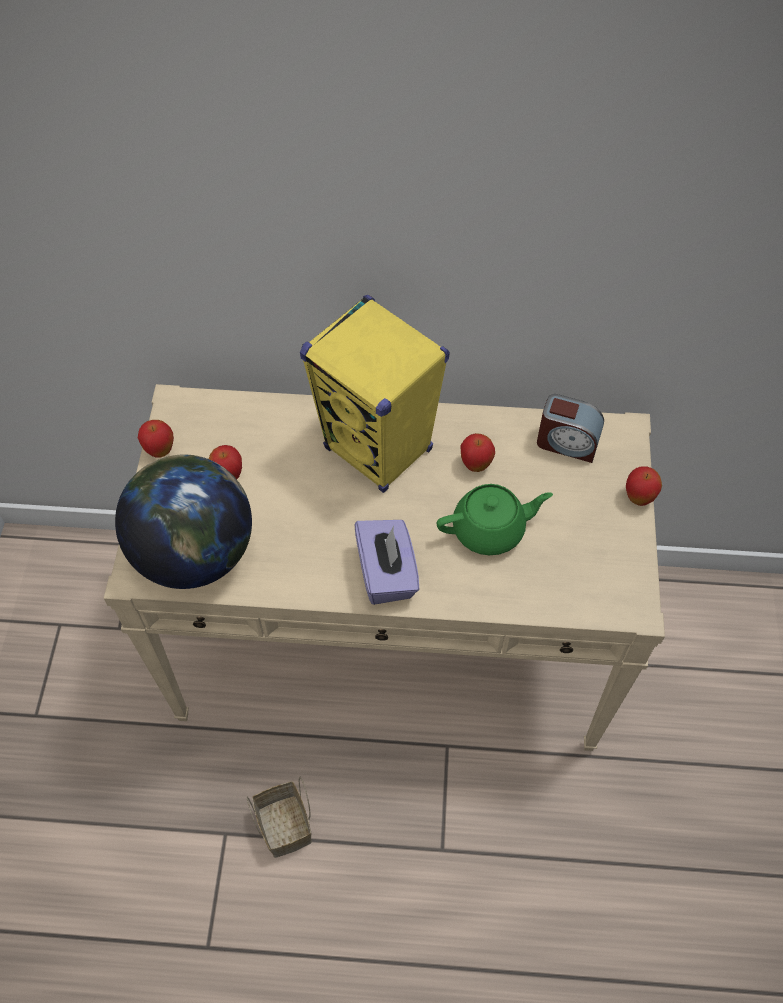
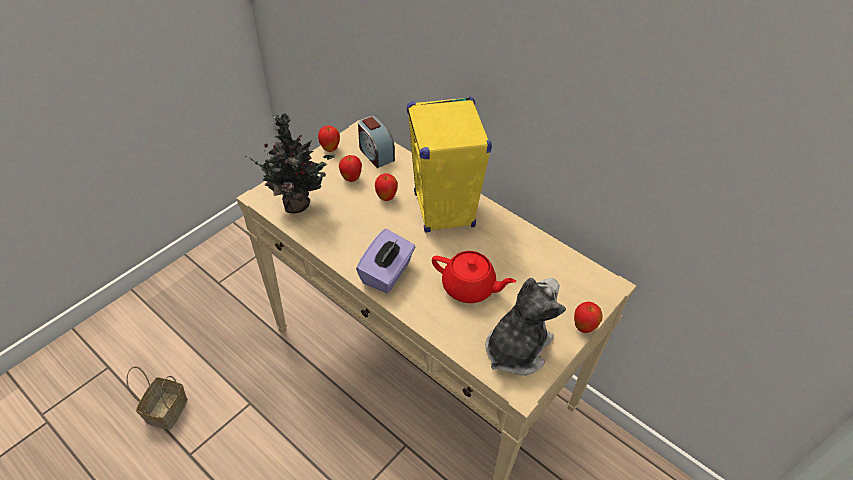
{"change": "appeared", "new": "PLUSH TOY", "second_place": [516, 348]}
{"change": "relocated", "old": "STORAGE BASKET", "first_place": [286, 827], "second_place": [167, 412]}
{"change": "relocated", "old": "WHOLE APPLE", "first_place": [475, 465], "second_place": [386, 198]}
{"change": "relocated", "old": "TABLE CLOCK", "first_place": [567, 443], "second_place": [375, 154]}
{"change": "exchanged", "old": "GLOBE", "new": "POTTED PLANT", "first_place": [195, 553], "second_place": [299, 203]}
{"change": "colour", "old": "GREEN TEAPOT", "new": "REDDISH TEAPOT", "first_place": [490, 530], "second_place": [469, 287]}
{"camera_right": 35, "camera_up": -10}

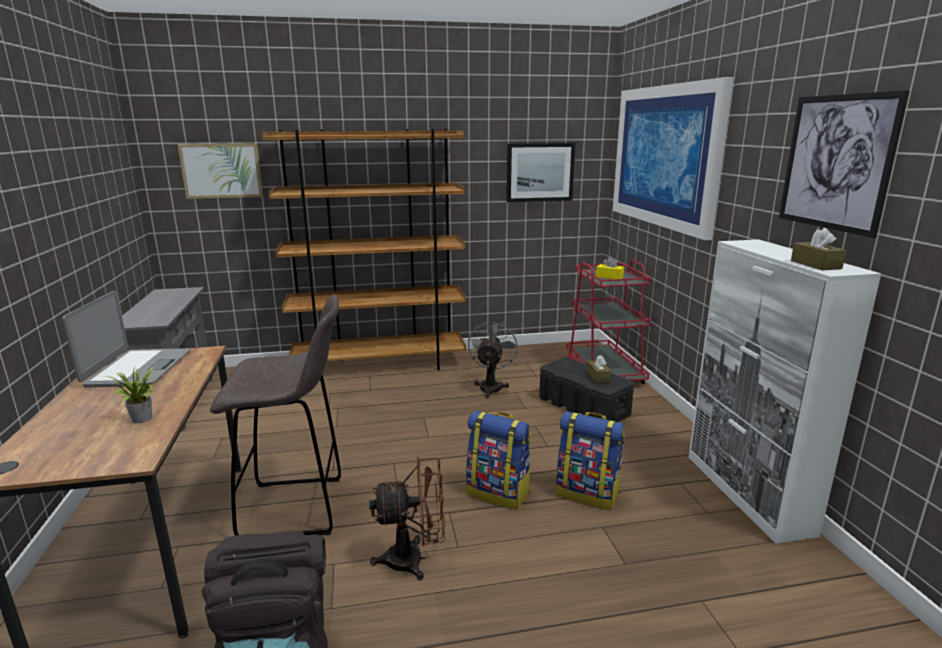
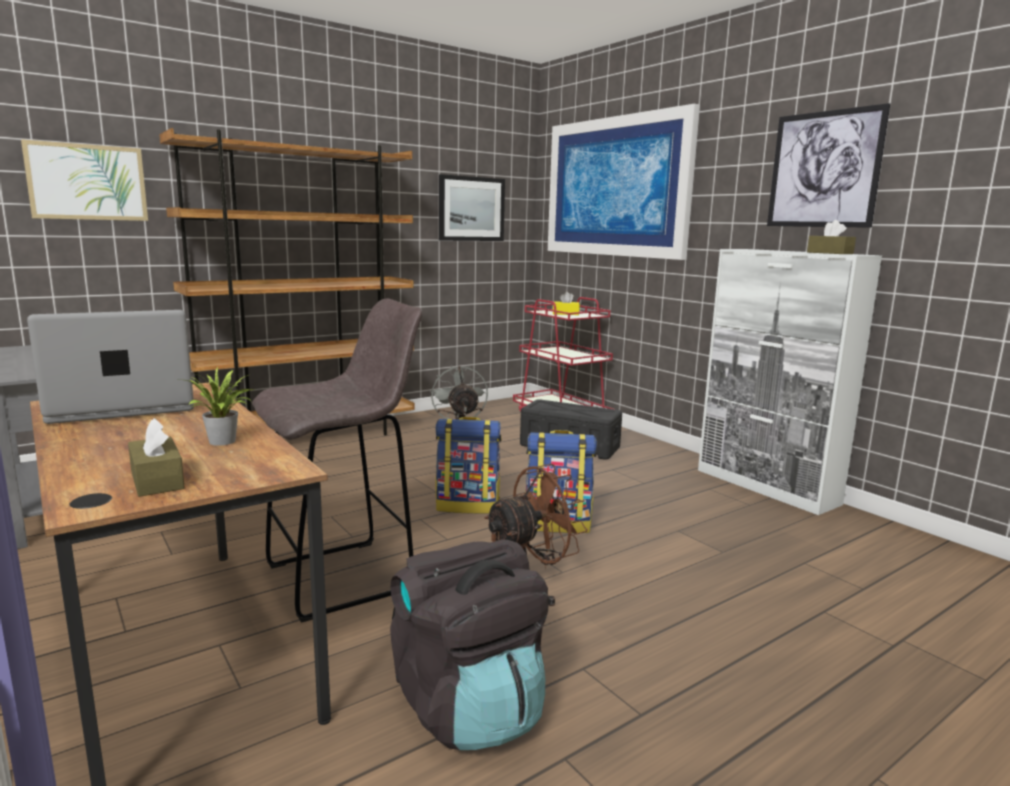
{"change": "relocated", "old": "RUCKSACK", "first_place": [588, 493], "second_place": [468, 505]}
{"change": "relocated", "old": "BROWN TISSUE HOLDER", "first_place": [598, 376], "second_place": [157, 480]}
{"change": "spun", "old": "NOTEBOOK COMPUTER", "first_place": [138, 369], "second_place": [123, 407], "degrees": -90}
{"camera_right": -25, "camera_up": -5}

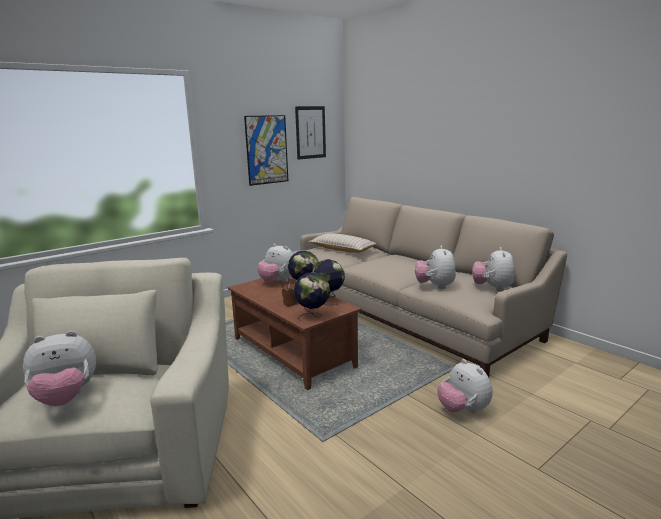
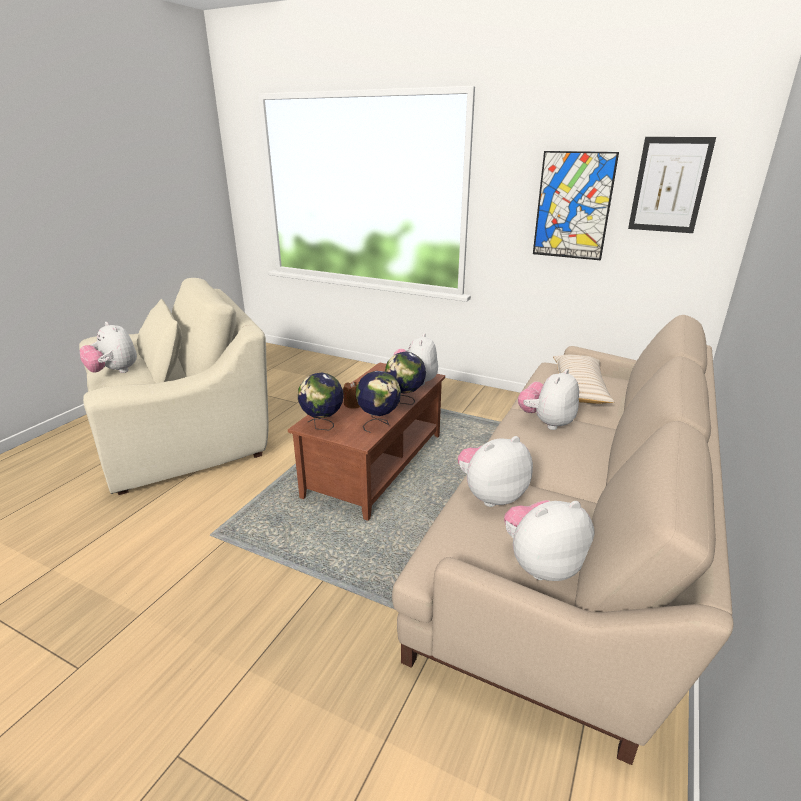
{"change": "relocated", "old": "PLUSH TOY", "first_place": [463, 410], "second_place": [546, 423]}
{"camera_right": 65, "camera_up": 10}

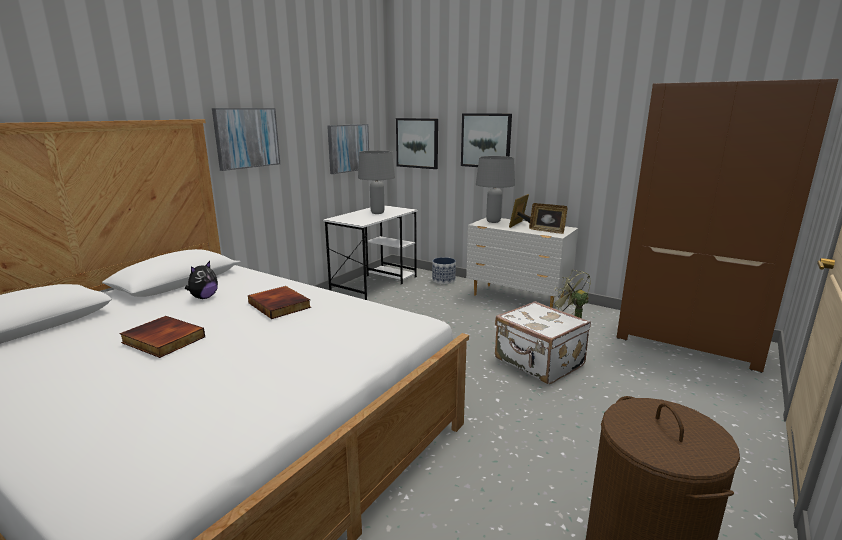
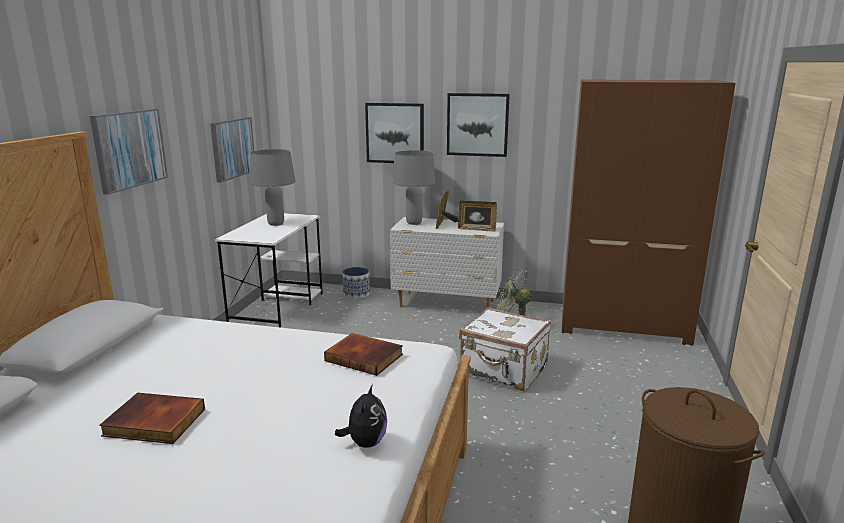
{"change": "relocated", "old": "PLUSH TOY", "first_place": [204, 297], "second_place": [365, 443]}
{"change": "relocated", "old": "BOUND BOOK", "first_place": [280, 305], "second_place": [365, 357]}
{"change": "relocated", "old": "PICTURE", "first_place": [417, 143], "second_place": [477, 124]}
{"camera_right": -20, "camera_up": 0}

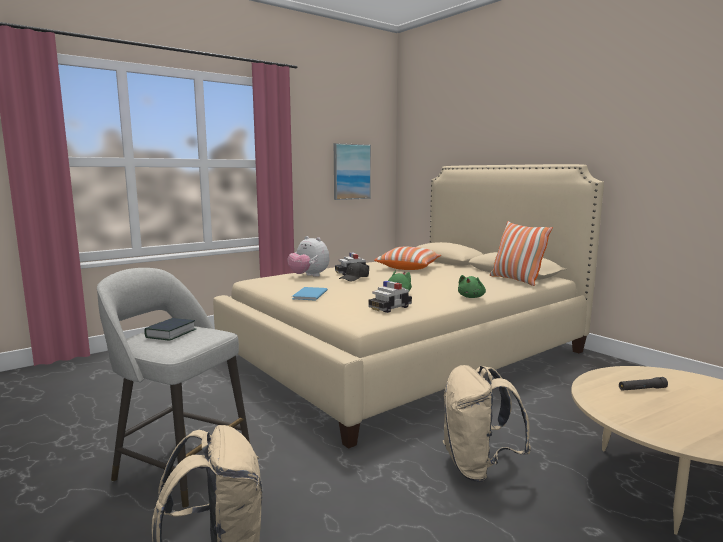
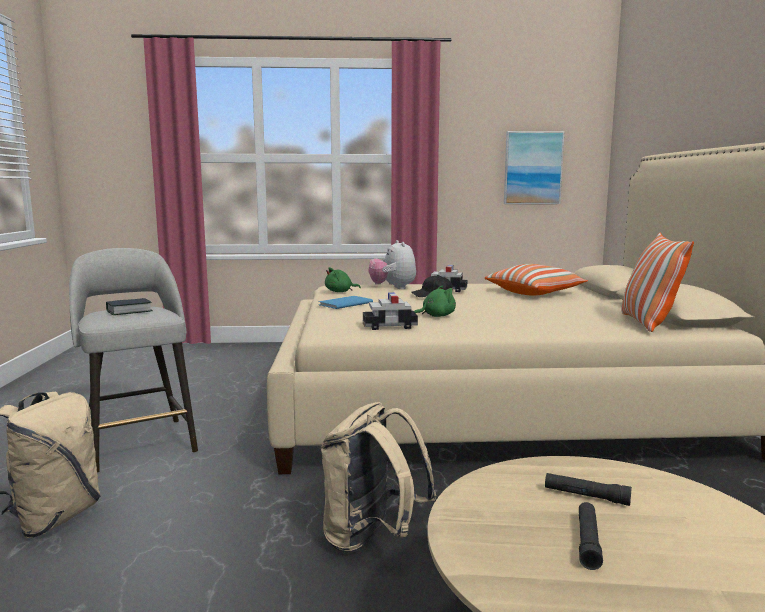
{"change": "appeared", "new": "BLACK-COLOURED TORCH", "second_place": [588, 542]}
{"change": "relocated", "old": "GREEN PLUSH TOY", "first_place": [471, 297], "second_place": [340, 292]}
{"camera_right": 35, "camera_up": 0}

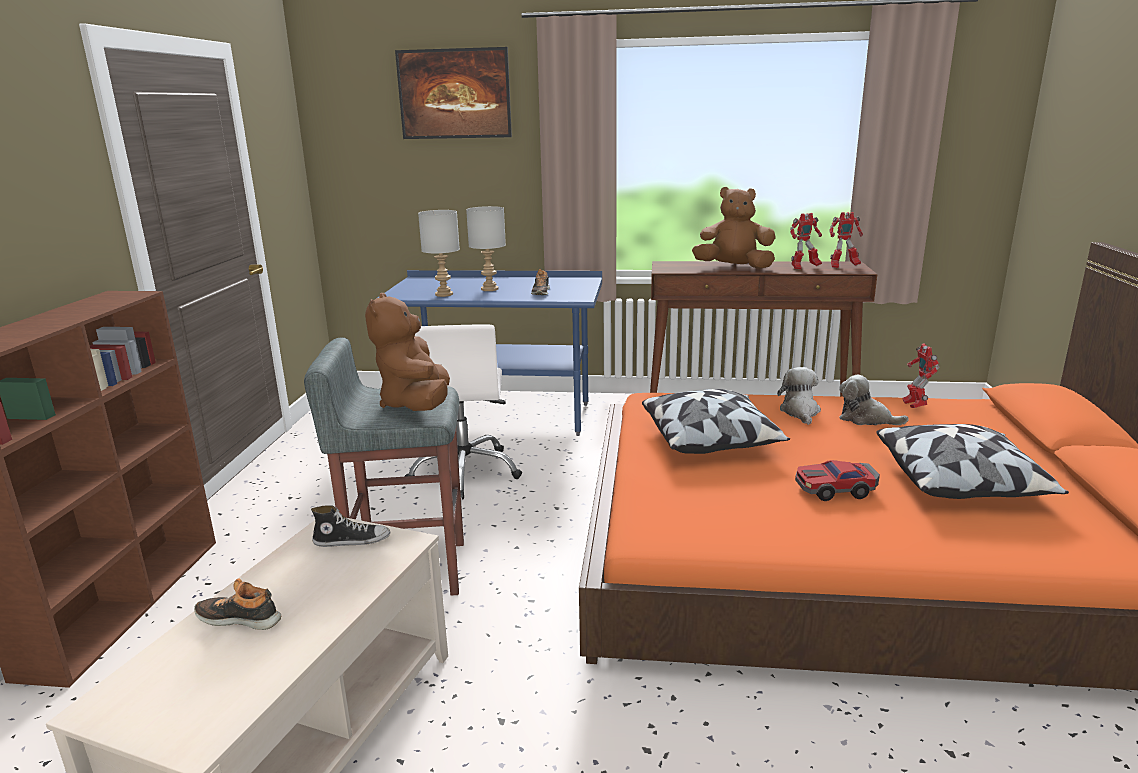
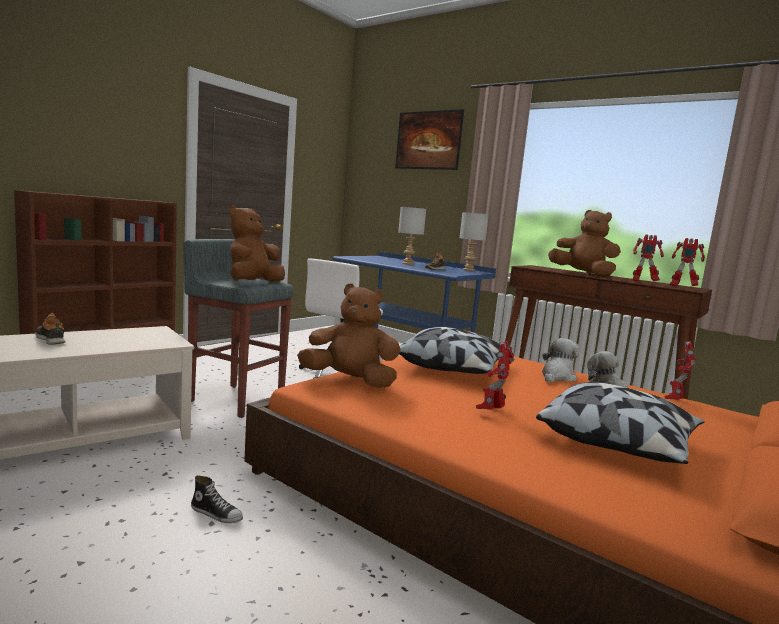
{"change": "appeared", "new": "BROWN PLUSH TOY", "second_place": [350, 381]}
{"change": "relocated", "old": "SHOE", "first_place": [352, 540], "second_place": [217, 514]}
{"change": "relocated", "old": "GREYISH TABLETOP LAMP", "first_place": [444, 294], "second_place": [468, 270]}
{"change": "exchanged", "old": "MINIATURE CAR", "new": "MODEL ROBOT", "first_place": [835, 489], "second_place": [491, 411]}
{"camera_right": 30, "camera_up": -10}

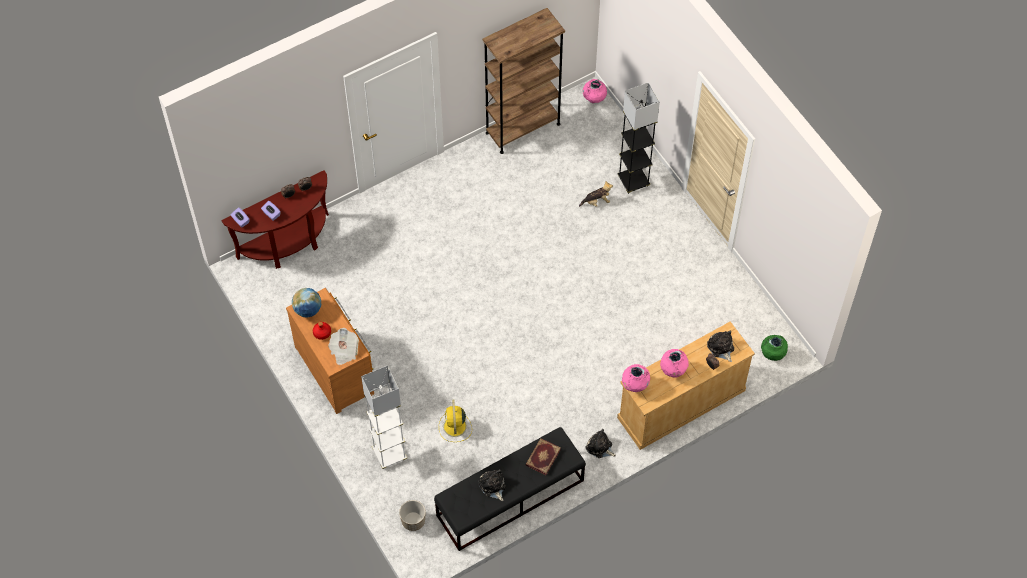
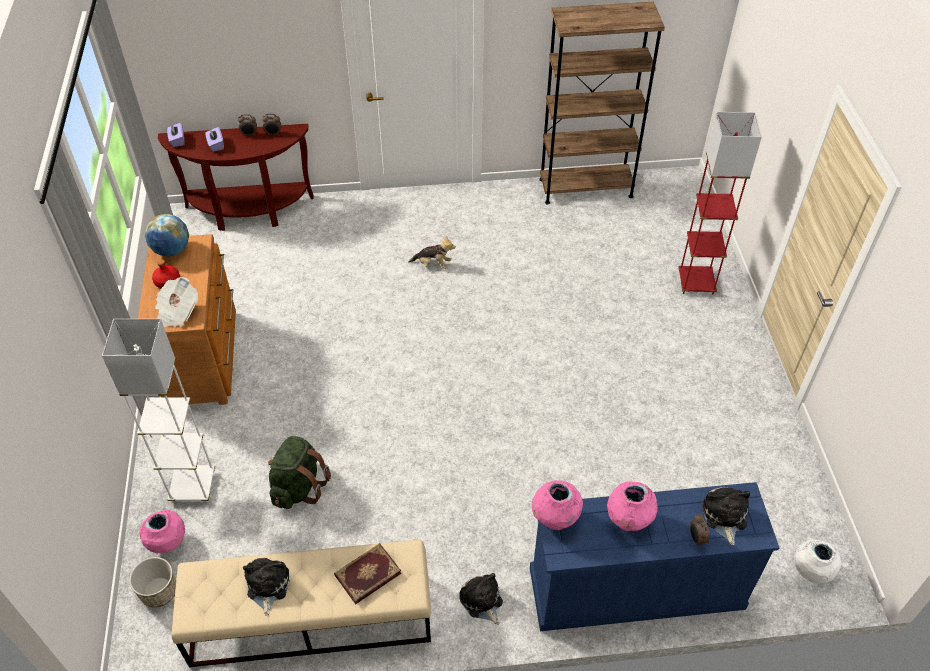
{"change": "relocated", "old": "PLUSH TOY", "first_place": [596, 201], "second_place": [433, 264]}
{"change": "relocated", "old": "PINK-COLOURED DECORATIVE VASE", "first_place": [594, 99], "second_place": [168, 543]}
{"change": "exchanged", "old": "YELLOWISH FAN", "new": "GREEN RUCKSACK", "first_place": [455, 427], "second_place": [298, 487]}
{"change": "colour", "old": "BLACK-COLOURED LONG SEAT", "new": "BEIGE LONG SEAT", "first_place": [509, 498], "second_place": [310, 619]}
{"change": "colour", "old": "BEIGE CHEST OF DRAWERS", "new": "BLUE CHEST OF DRAWERS", "first_place": [681, 404], "second_place": [634, 589]}
{"change": "colour", "old": "GREYISH FLOOR LAMP", "new": "REDDISH FLOOR LAMP", "first_place": [633, 181], "second_place": [696, 283]}
{"change": "colour", "old": "GREEN DECORATIVE VASE", "new": "WHITE-COLOURED DECORATIVE VASE", "first_place": [772, 354], "second_place": [810, 572]}
{"camera_right": 25, "camera_up": -10}

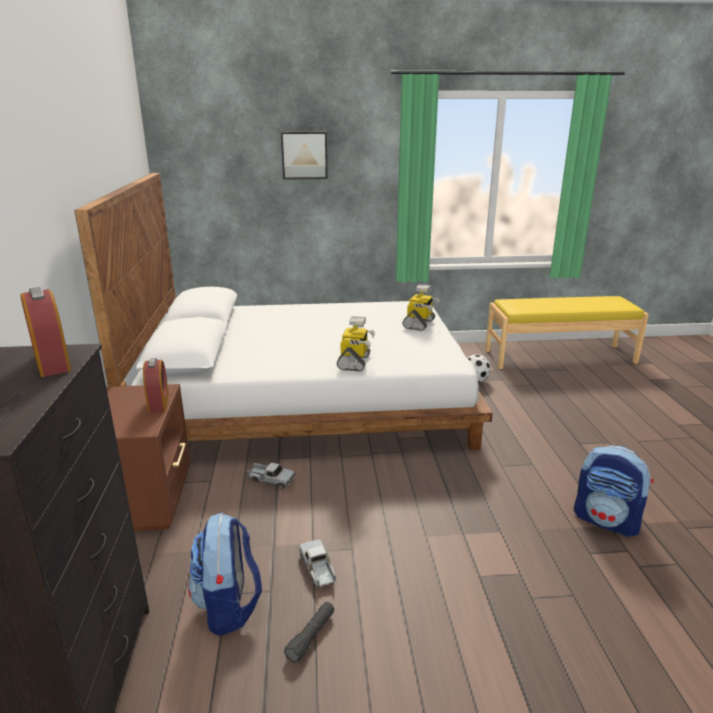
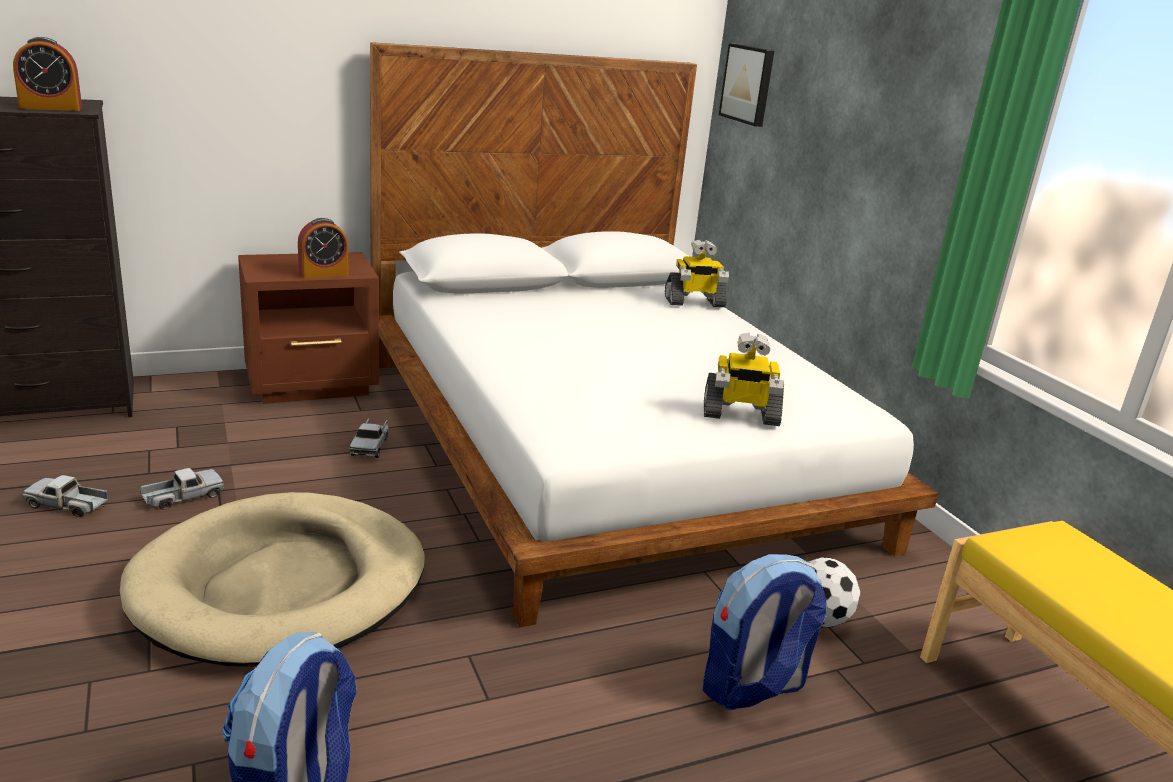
{"change": "appeared", "new": "BEIGE PET BED", "second_place": [282, 586]}
{"change": "relocated", "old": "RUCKSACK", "first_place": [229, 606], "second_place": [752, 688]}
{"change": "relocated", "old": "PICTURE", "first_place": [304, 155], "second_place": [748, 84]}
{"change": "relocated", "old": "MODEL ROBOT", "first_place": [355, 362], "second_place": [694, 302]}
{"change": "exchanged", "old": "BLACK-COLOURED TORCH", "new": "MODEL TRUCK", "first_place": [311, 636], "second_place": [68, 505]}
{"change": "spun", "old": "TABLE CLOCK", "first_place": [52, 363], "second_place": [51, 108], "degrees": -150}
{"camera_right": 70, "camera_up": 0}

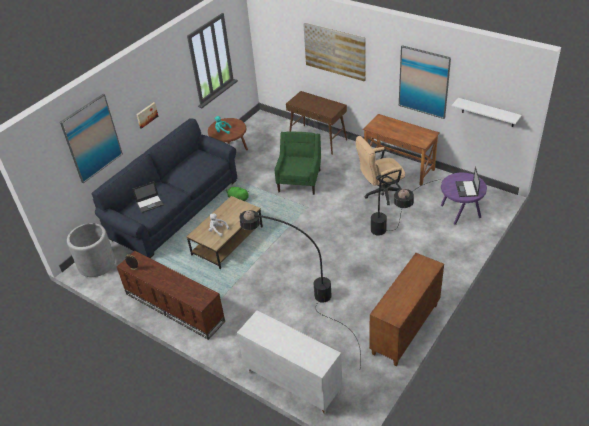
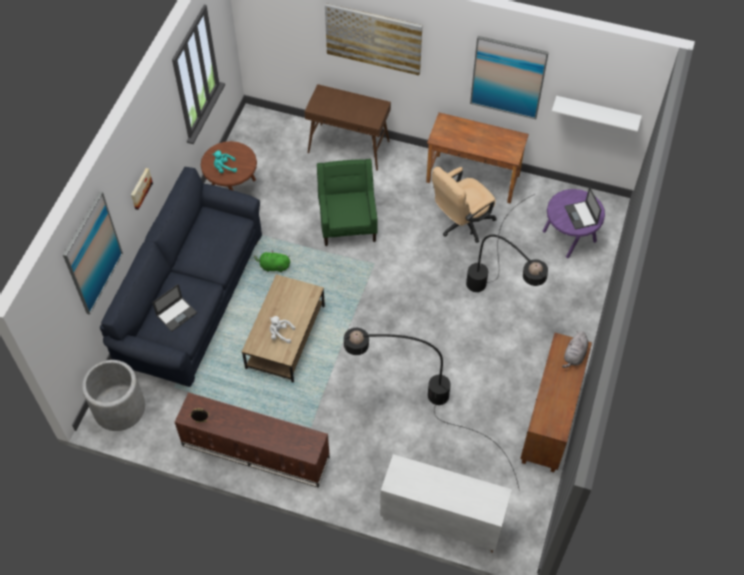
{"change": "appeared", "new": "GREYISH PLUSH TOY", "second_place": [574, 355]}
{"camera_right": -20, "camera_up": 15}

